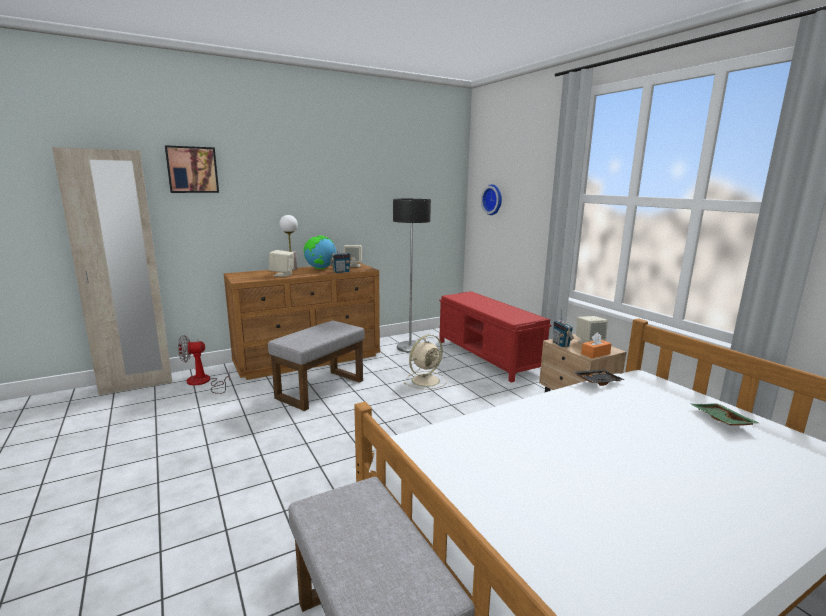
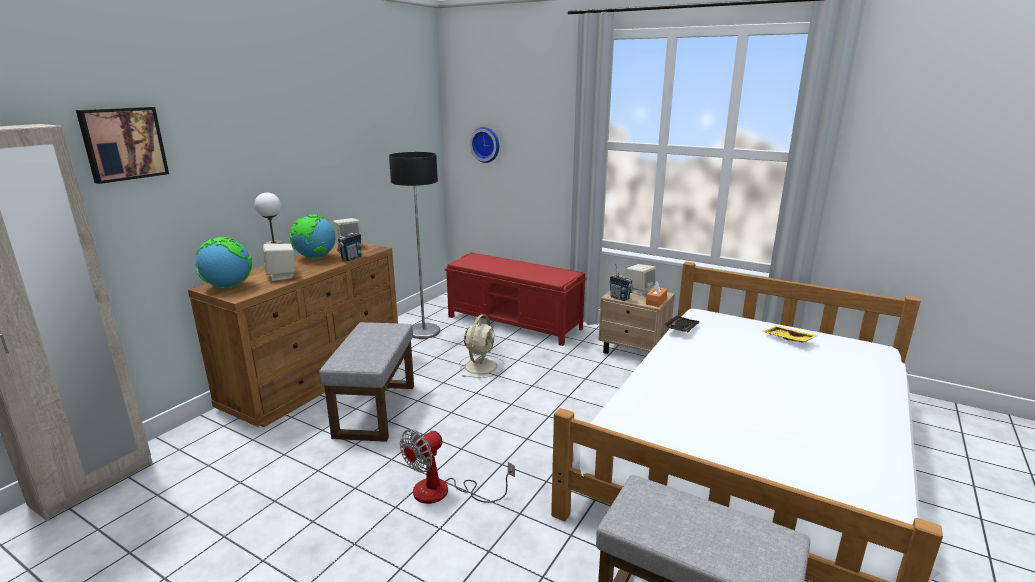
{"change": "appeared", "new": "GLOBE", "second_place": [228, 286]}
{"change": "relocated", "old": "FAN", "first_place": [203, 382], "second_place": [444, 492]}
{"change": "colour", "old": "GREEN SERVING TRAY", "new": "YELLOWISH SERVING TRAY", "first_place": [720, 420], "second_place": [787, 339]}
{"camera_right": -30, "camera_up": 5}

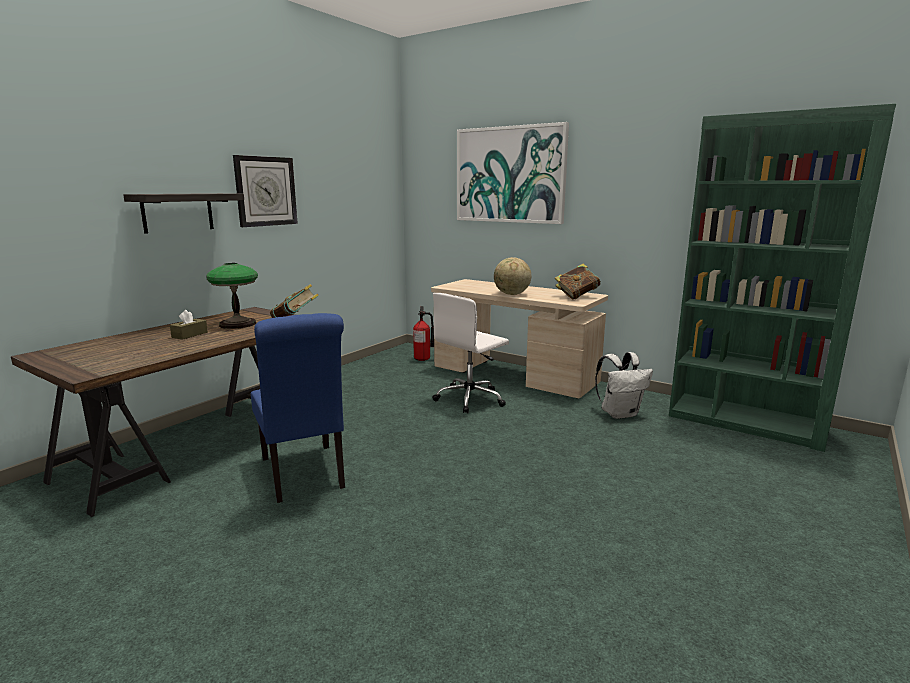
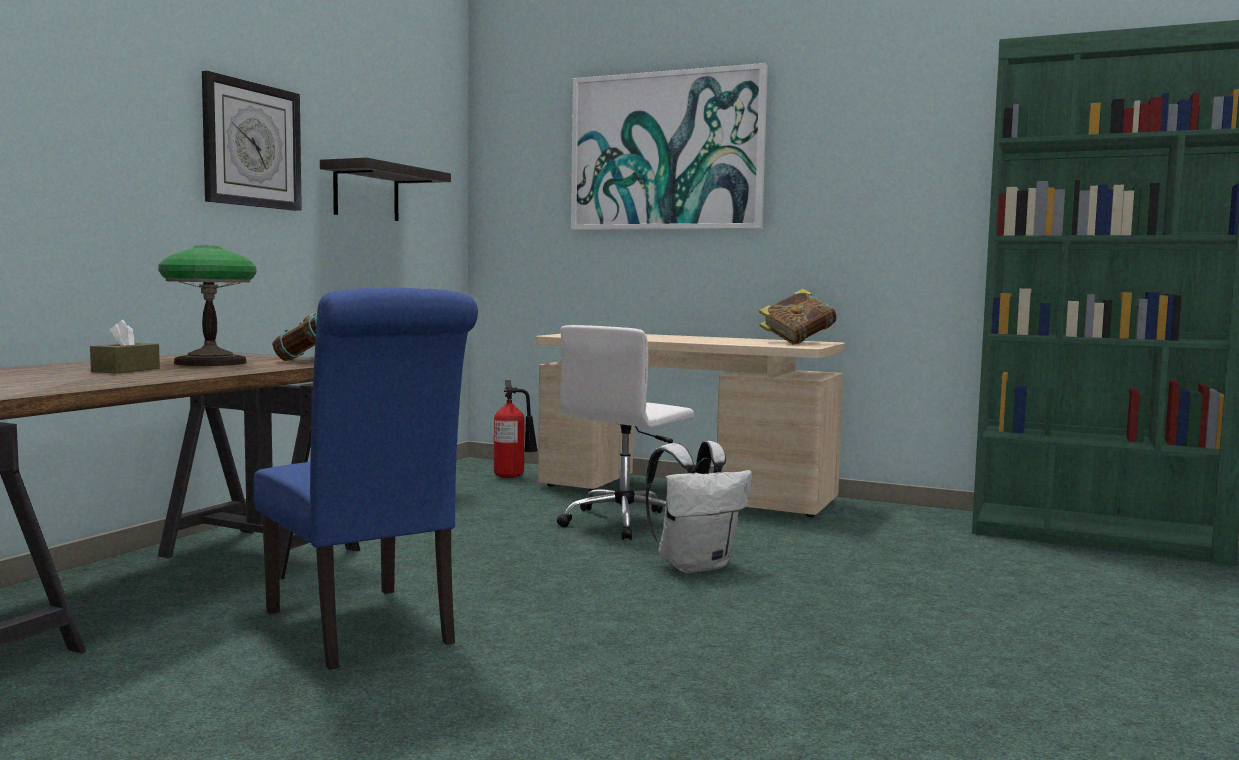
{"change": "missing", "old": "GLOBE", "first_place": [511, 294]}
{"change": "relocated", "old": "BRACKET SHELF", "first_place": [177, 212], "second_place": [366, 192]}
{"change": "relocated", "old": "WHITE-COLOURED RUCKSACK", "first_place": [620, 413], "second_place": [695, 565]}
{"camera_right": -10, "camera_up": -10}

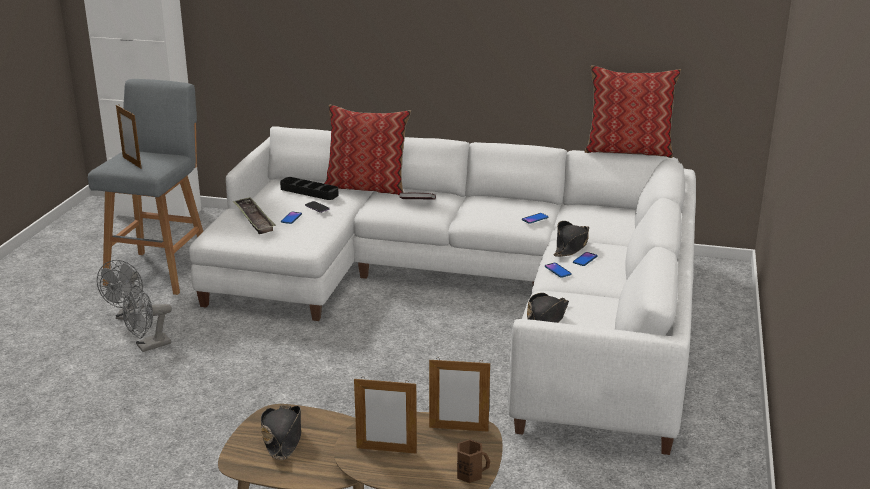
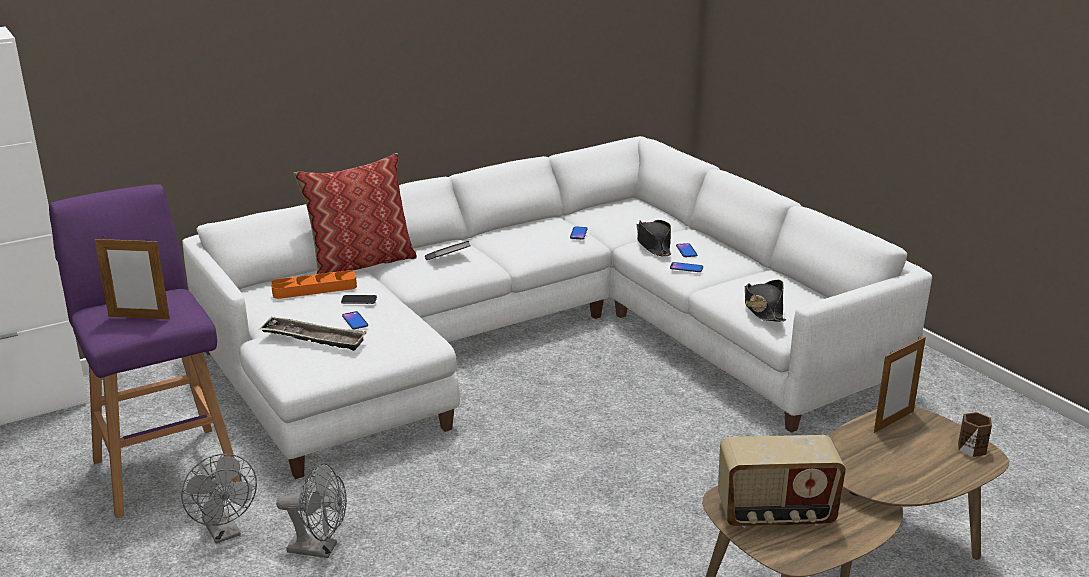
{"change": "missing", "old": "PICTURE FRAME", "first_place": [386, 450]}
{"change": "missing", "old": "PILLOW", "first_place": [628, 150]}
{"change": "exchanged", "old": "BLACK-COLOURED HAT", "new": "RADIO RECEIVER", "first_place": [282, 437], "second_place": [775, 515]}
{"change": "colour", "old": "GREYISH STOOL SEAT", "new": "PURPLE-COLOURED STOOL SEAT", "first_place": [160, 271], "second_place": [165, 467]}
{"change": "colour", "old": "BLACK-COLOURED SERVING TRAY", "new": "ORANGE SERVING TRAY", "first_place": [309, 192], "second_place": [314, 289]}
{"change": "spun", "old": "GREYISH FAN", "first_place": [148, 346], "second_place": [320, 549], "degrees": -90}
{"camera_right": -45, "camera_up": 0}

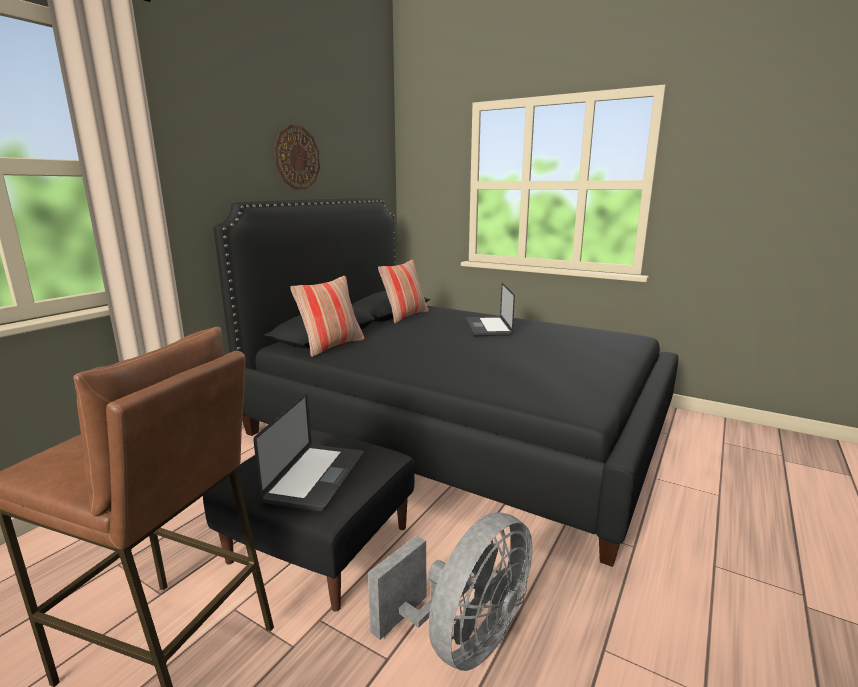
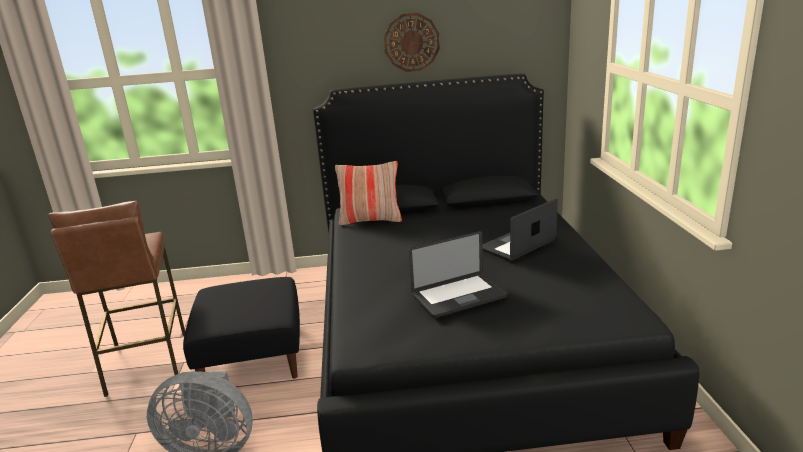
{"change": "missing", "old": "PILLOW", "first_place": [405, 316]}
{"change": "relocated", "old": "NOTEBOOK COMPUTER", "first_place": [316, 477], "second_place": [459, 297]}
{"camera_right": 55, "camera_up": 5}

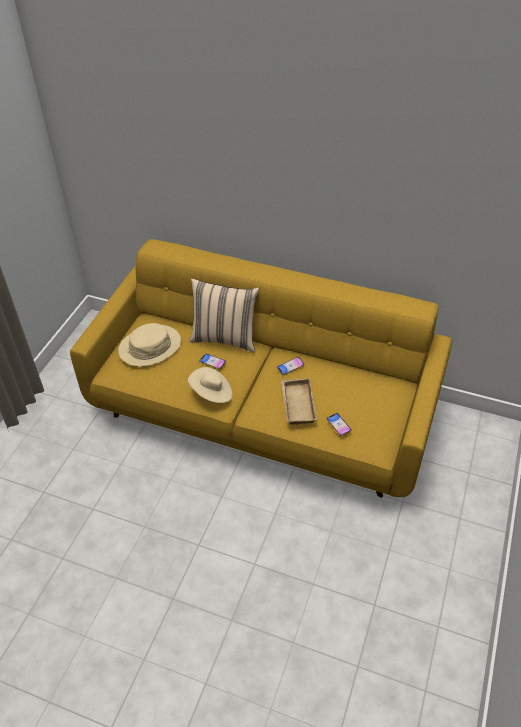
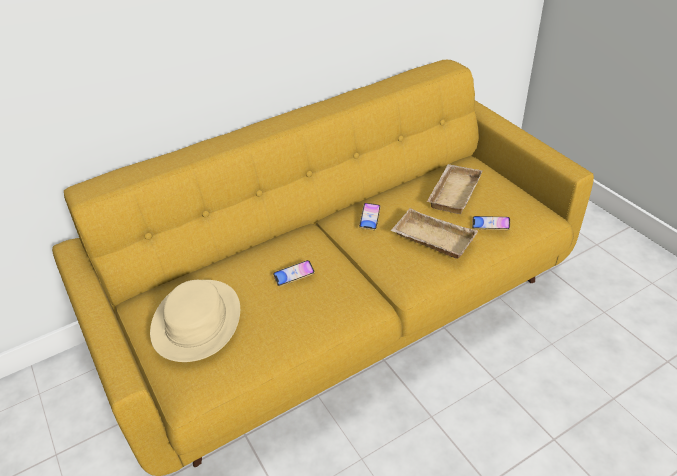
{"change": "missing", "old": "BEIGE HAT", "first_place": [212, 393]}
{"change": "missing", "old": "BEIGE PILLOW", "first_place": [225, 338]}
{"change": "appeared", "new": "BEIGE SERVING TRAY", "second_place": [453, 192]}
{"camera_right": -50, "camera_up": -5}

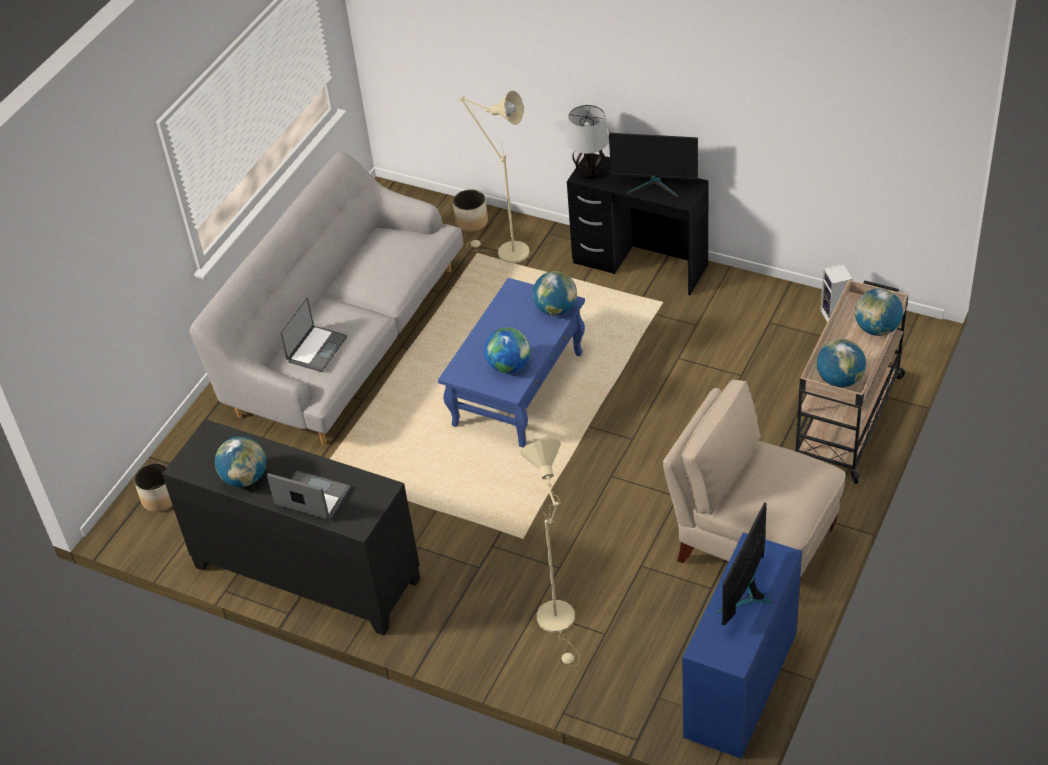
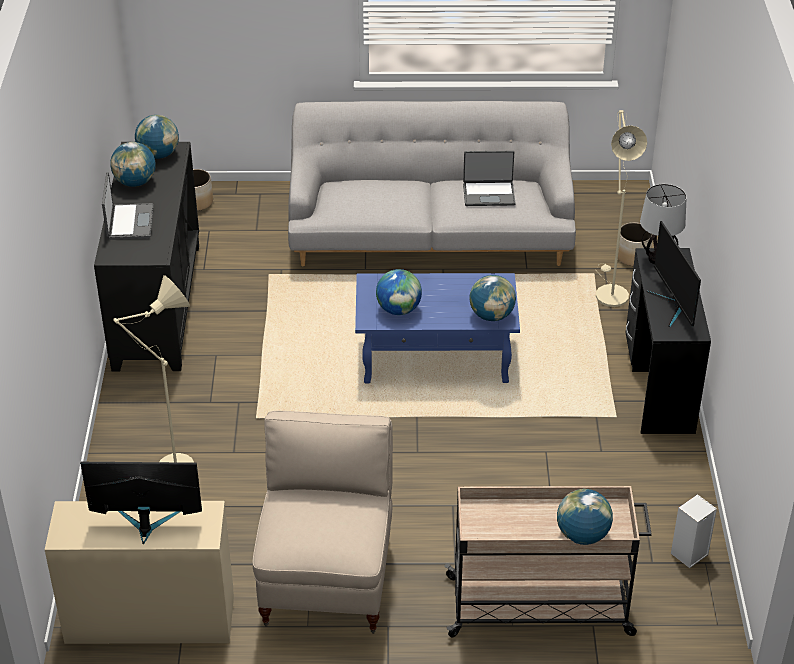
{"change": "relocated", "old": "NOTEBOOK COMPUTER", "first_place": [316, 349], "second_place": [489, 194]}
{"change": "relocated", "old": "GLOBE", "first_place": [839, 380], "second_place": [158, 154]}
{"change": "colour", "old": "BLUE DESK", "new": "BEIGE DESK", "first_place": [741, 685], "second_place": [150, 619]}
{"camera_right": 60, "camera_up": -5}

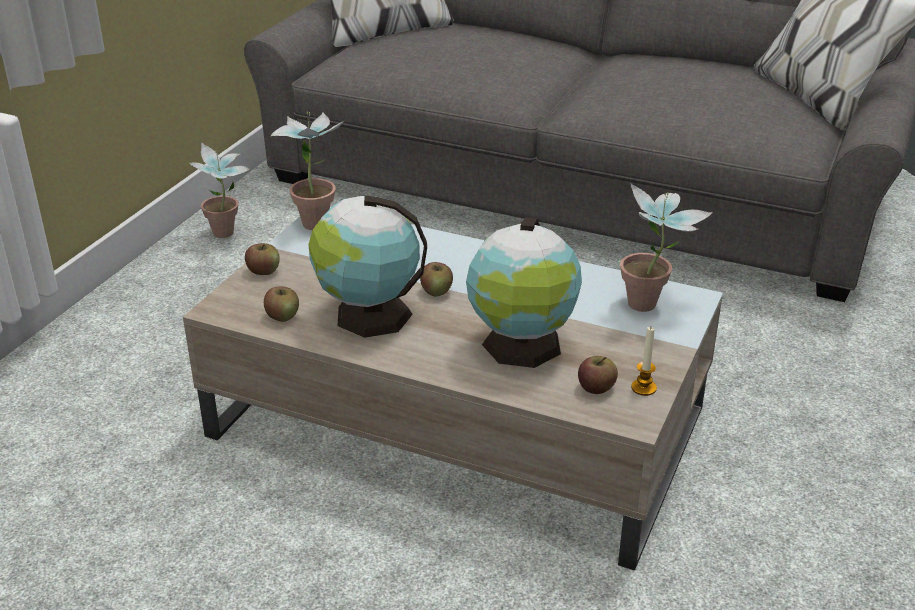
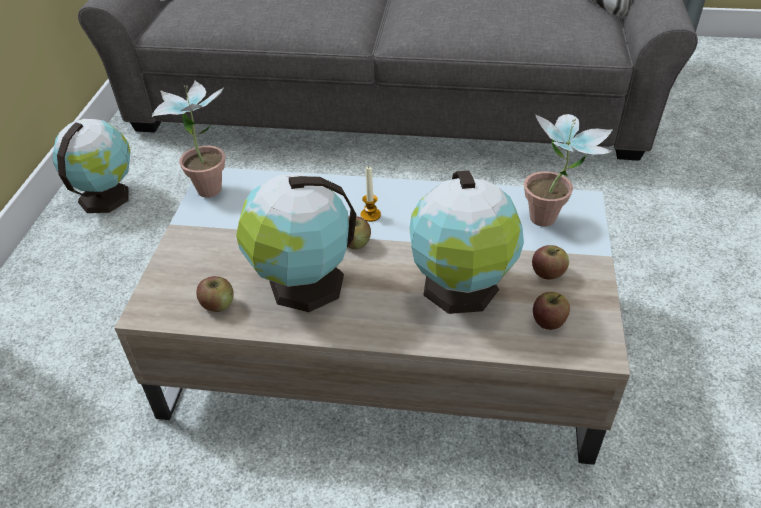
{"change": "relocated", "old": "WHOLE APPLE", "first_place": [263, 271], "second_place": [548, 273]}
{"change": "relocated", "old": "WAX CANDLE", "first_place": [643, 388], "second_place": [370, 215]}
{"change": "exchanged", "old": "POTTED PLANT", "new": "GLOBE", "first_place": [227, 236], "second_place": [106, 196]}
{"camera_right": -15, "camera_up": 10}

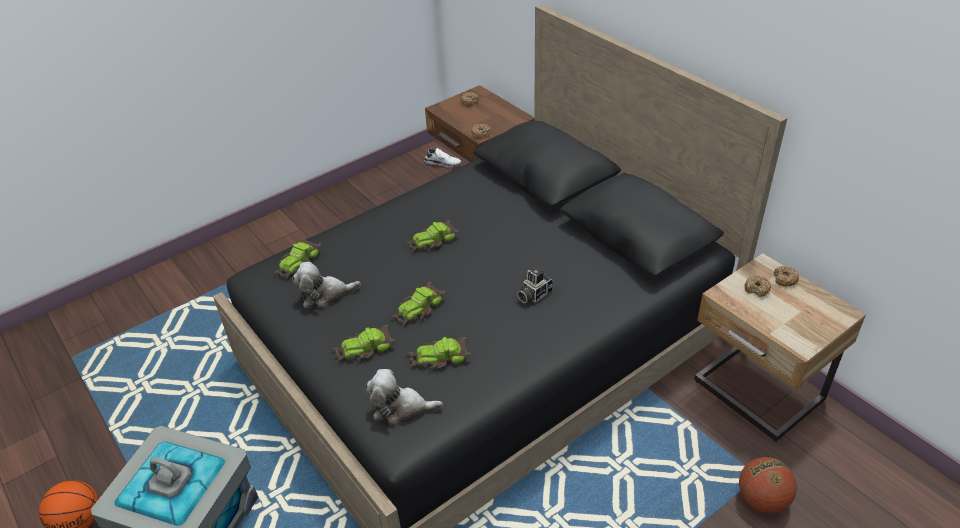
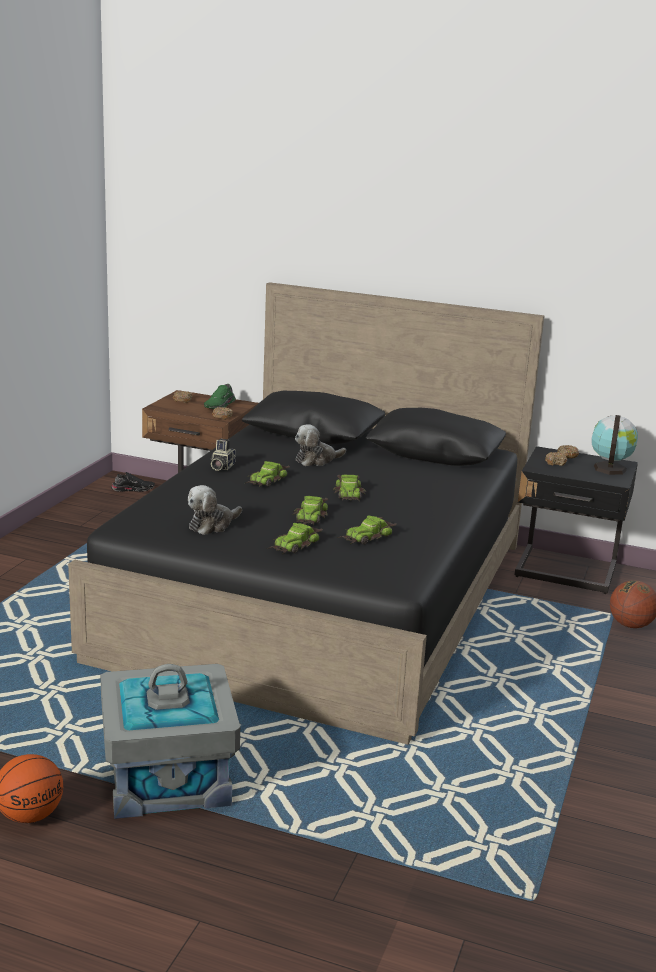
{"change": "appeared", "new": "GREEN SHOE", "second_place": [220, 405]}
{"change": "appeared", "new": "GLOBE", "second_place": [609, 468]}
{"change": "relocated", "old": "MINIATURE CAR", "first_place": [298, 263], "second_place": [349, 494]}
{"change": "relocated", "old": "PLUSH TOY", "first_place": [401, 409], "second_place": [316, 460]}
{"change": "relocated", "old": "STILL CAMERA", "first_place": [533, 294], "second_place": [221, 467]}
{"change": "colour", "old": "WHITE-COLOURED SHOE", "new": "BLACK-COLOURED SHOE", "first_place": [443, 163], "second_place": [133, 489]}
{"change": "colour", "old": "BEIGE NIGHT TABLE", "new": "BLACK-COLOURED NIGHT TABLE", "first_place": [756, 393], "second_place": [566, 573]}
{"camera_right": -35, "camera_up": -20}

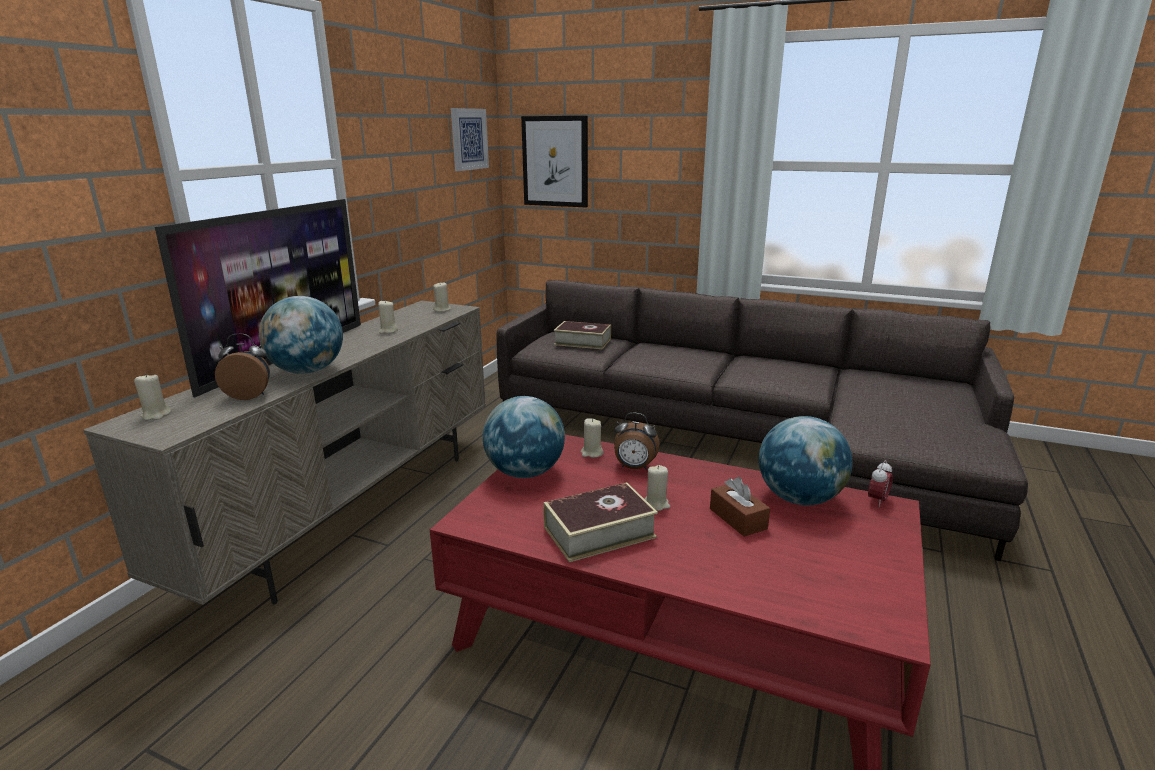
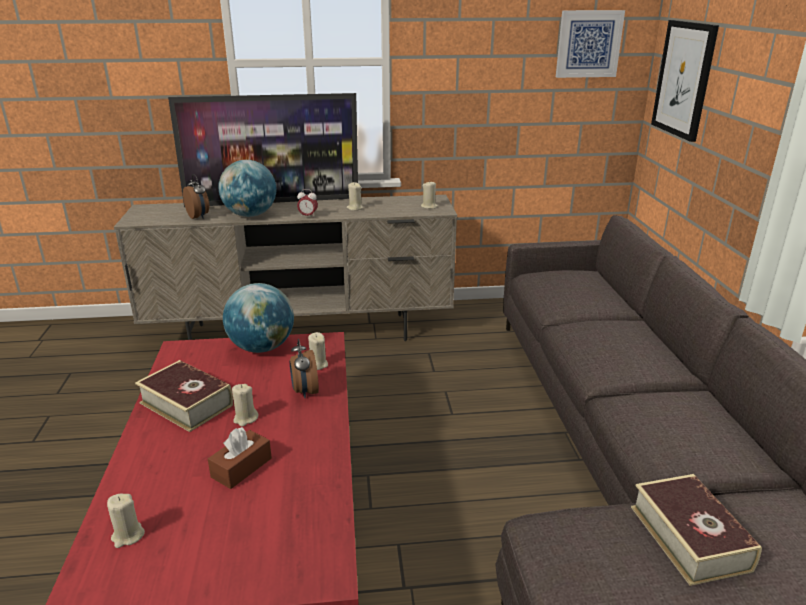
{"change": "missing", "old": "GLOBE", "first_place": [799, 498]}
{"change": "relocated", "old": "BEIGE WAX CANDLE", "first_place": [156, 415], "second_place": [128, 536]}
{"change": "relocated", "old": "BOUND BOOK", "first_place": [582, 342], "second_place": [689, 537]}
{"change": "relocated", "old": "TABLE CLOCK", "first_place": [877, 500], "second_place": [308, 216]}
{"camera_right": 60, "camera_up": 5}

